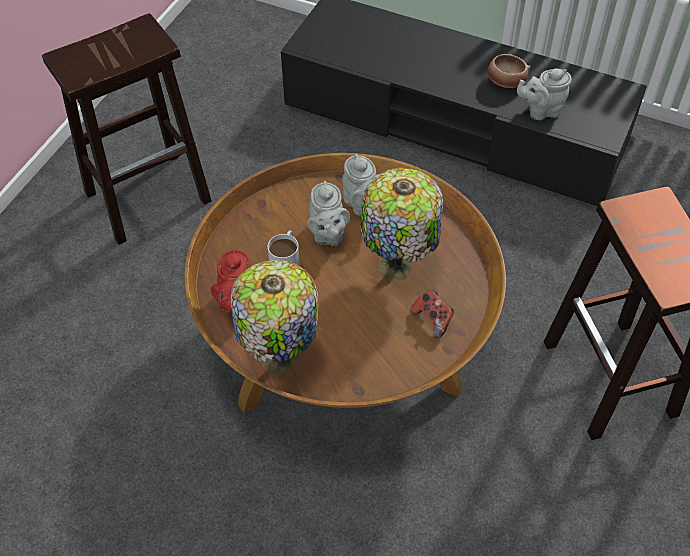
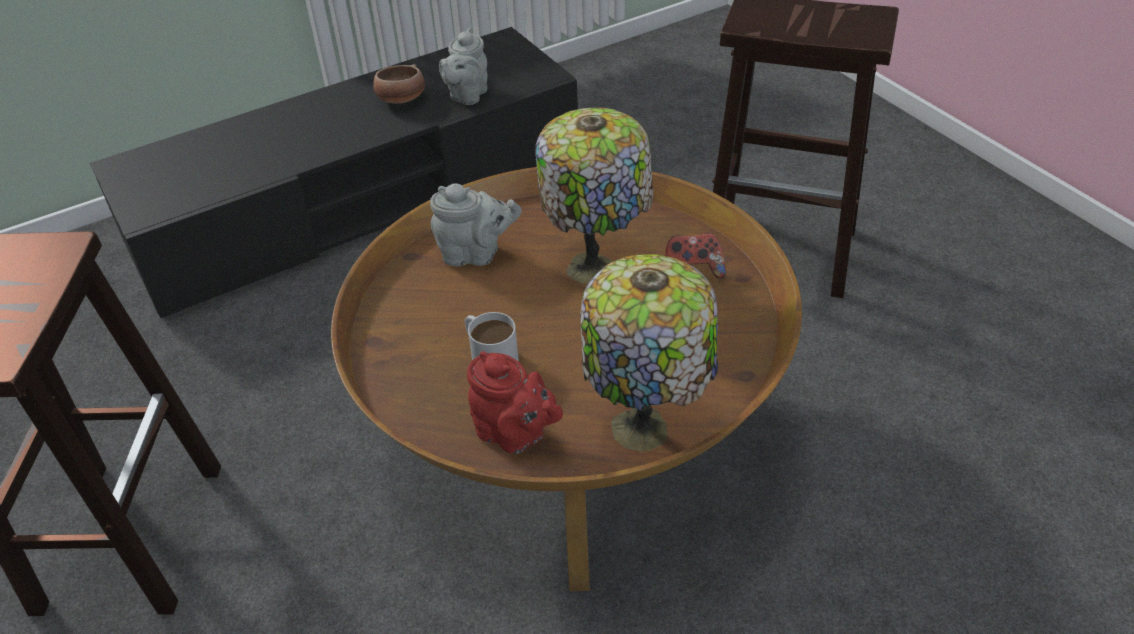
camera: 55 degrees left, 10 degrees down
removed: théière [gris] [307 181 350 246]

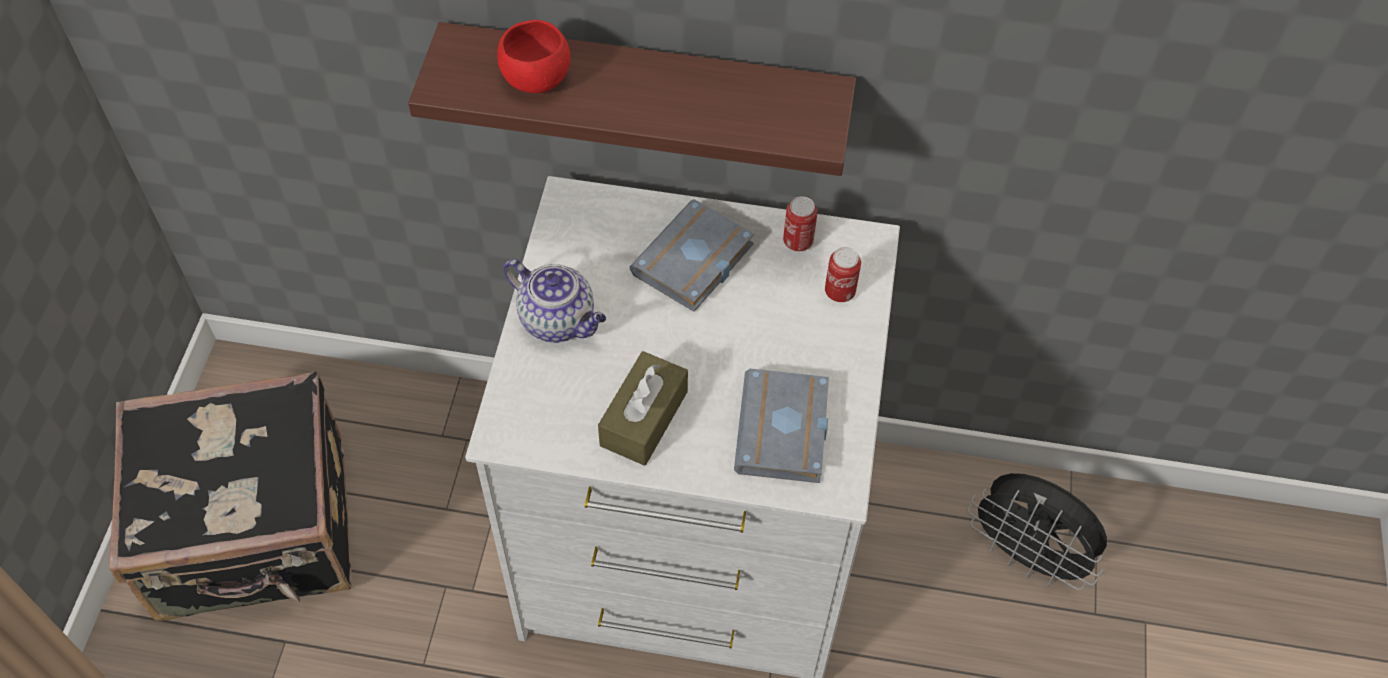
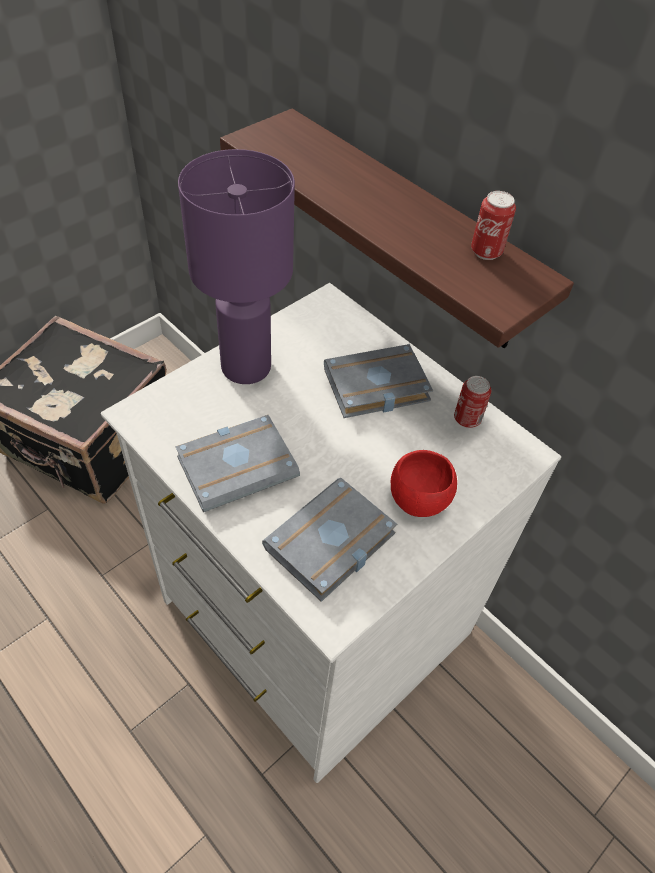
camera: 35 degrees right, 5 degrees down
removed: ventilateur [noir] [967 473 1107 590]
moved: bol [rouge] [497 20 570 93] to [391 450 457 517]; boîte métallique [825 247 861 302] to [471 191 516 260]
replaced: théière [503 259 606 343] to lampe de table [violet] [178 149 295 384]; boîte à mouchoirs [marron] [598 351 688 466] to livre [gris] [175 415 300 512]

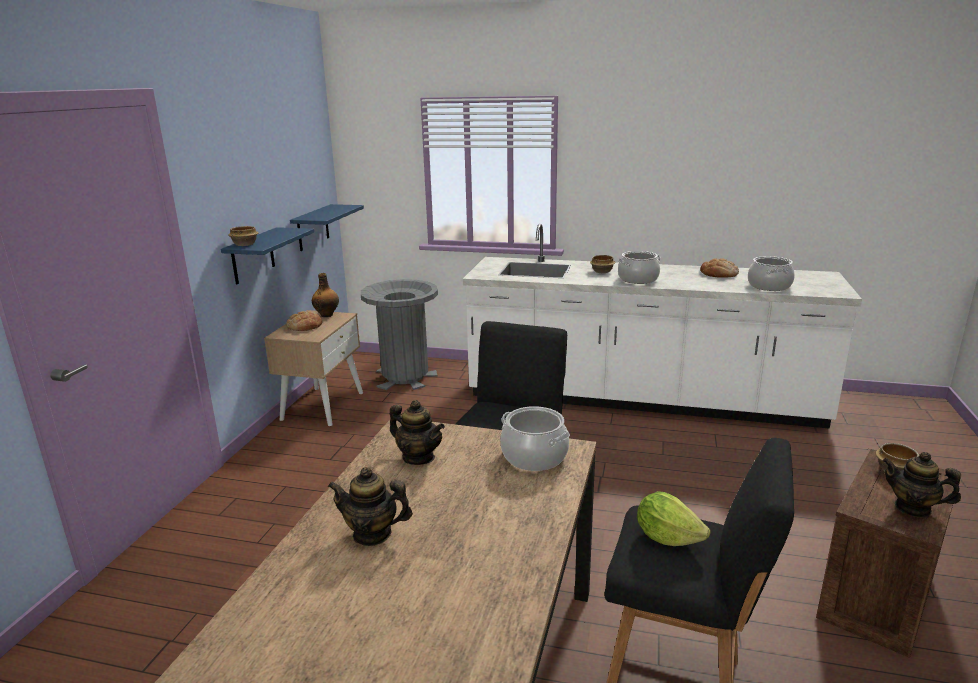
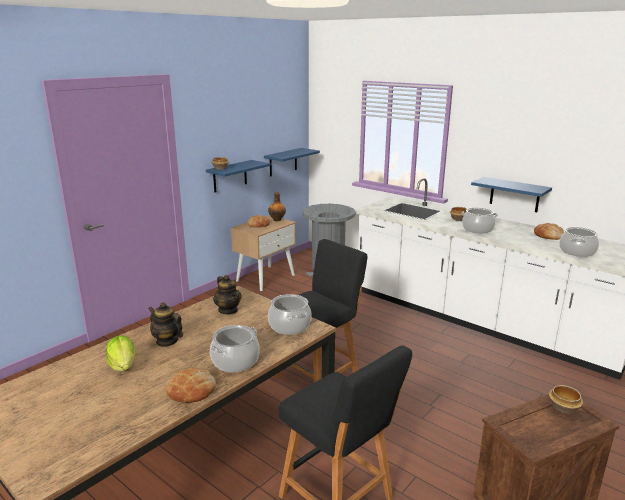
camera: 25 degrees right, 0 degrees up
removed: théière [882 452 961 517]
added: pain [166 368 216 403]; marmite [210 325 260 372]; étagère [bleu] [471 177 552 212]
moved: laitue [637 491 711 546] to [106 335 135 372]

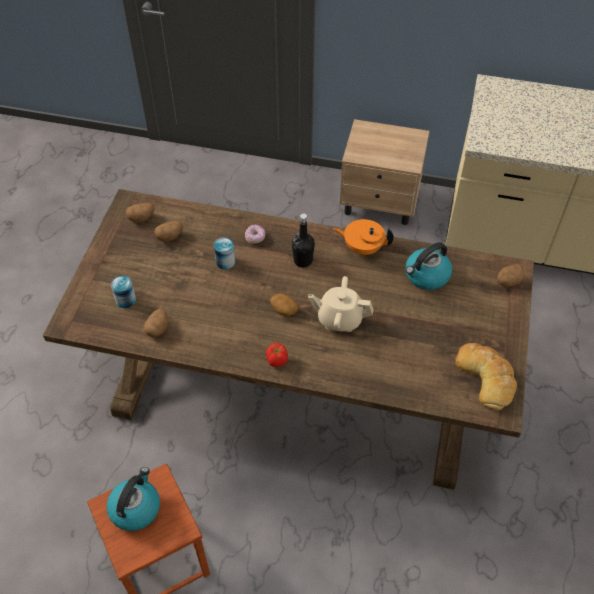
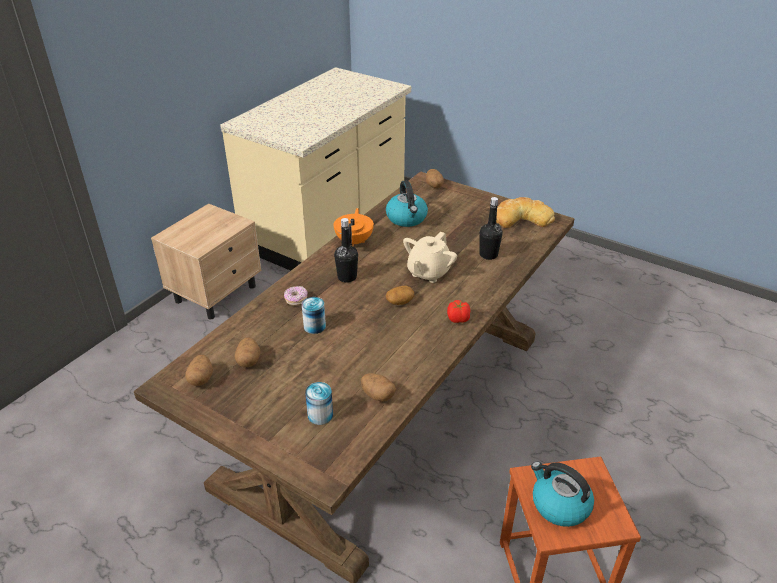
camera: 70 degrees left, 15 degrees down
added: bouteille [noir] [480 197 503 260]
turned: théière [orange] [333 219 394 256] = [334 208 374 247] 150 degrees clockwise

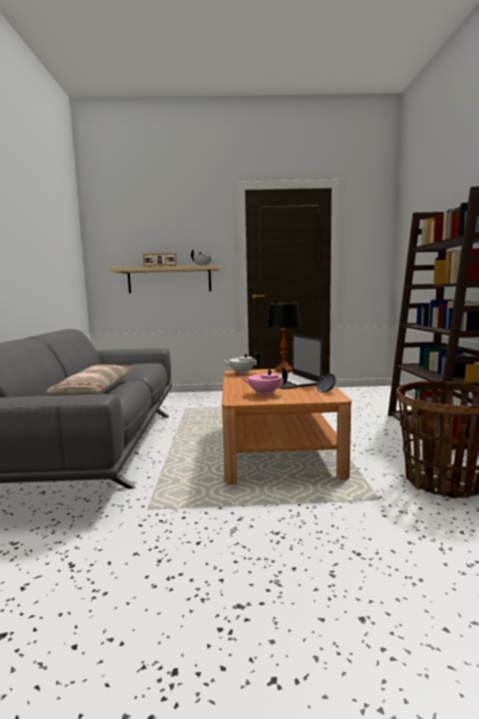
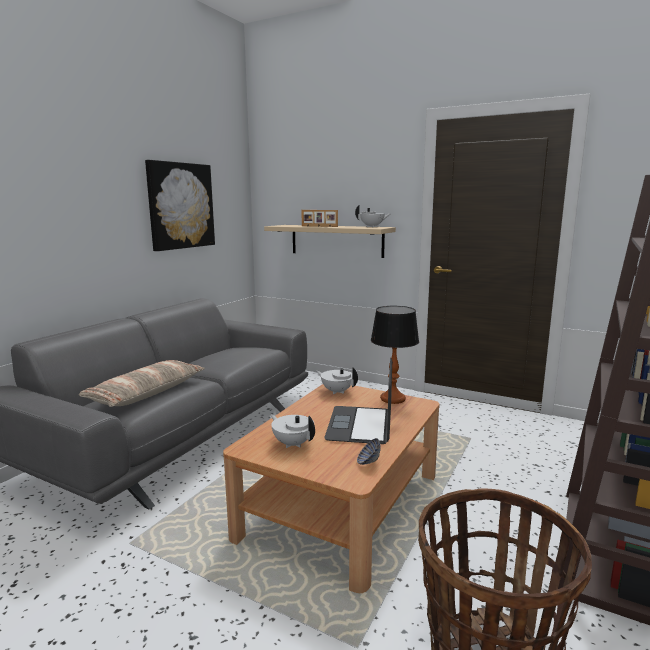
camera: 30 degrees right, 5 degrees up
added: tableau [145 160 215 251]
recoloured: théière [rose] [240 366 288 396] to théière [blanc] [270 414 315 448]

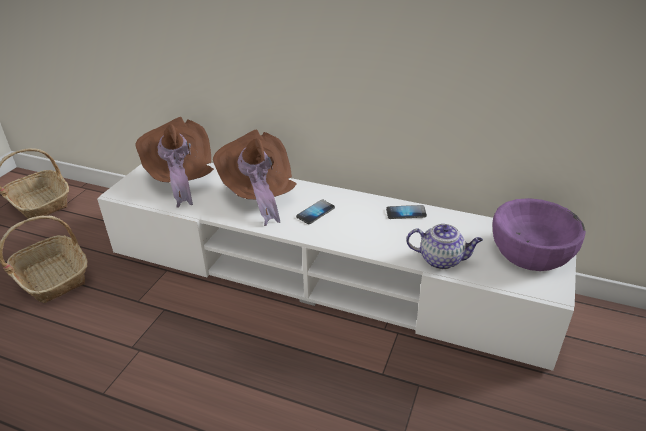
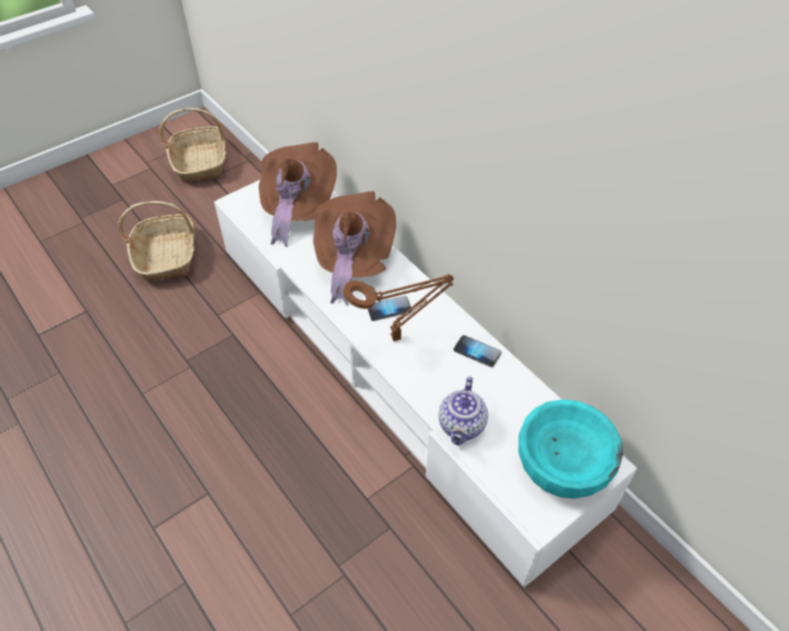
camera: 30 degrees right, 15 degrees up
added: lampe de table [marron] [343 274 454 341]
recoloured: bol [violet] [492 198 586 271] to bol [turquoise] [518 399 623 499]
turned: théière [406 224 483 269] = [438 377 488 445] 60 degrees clockwise

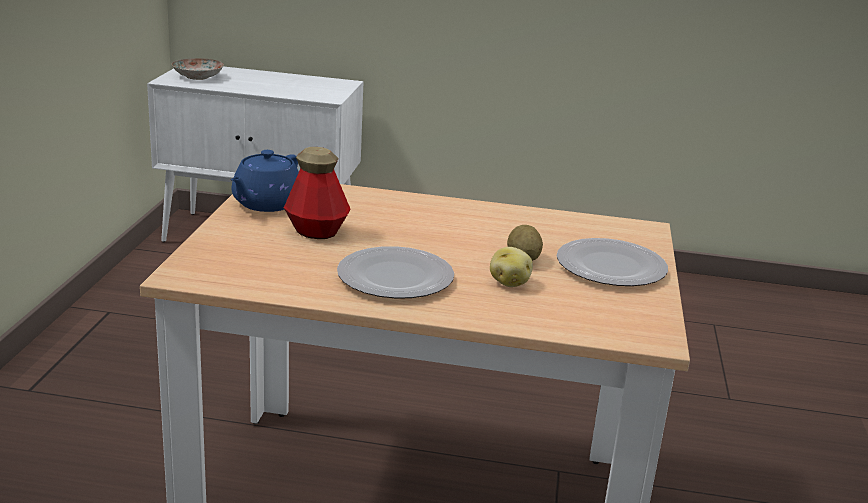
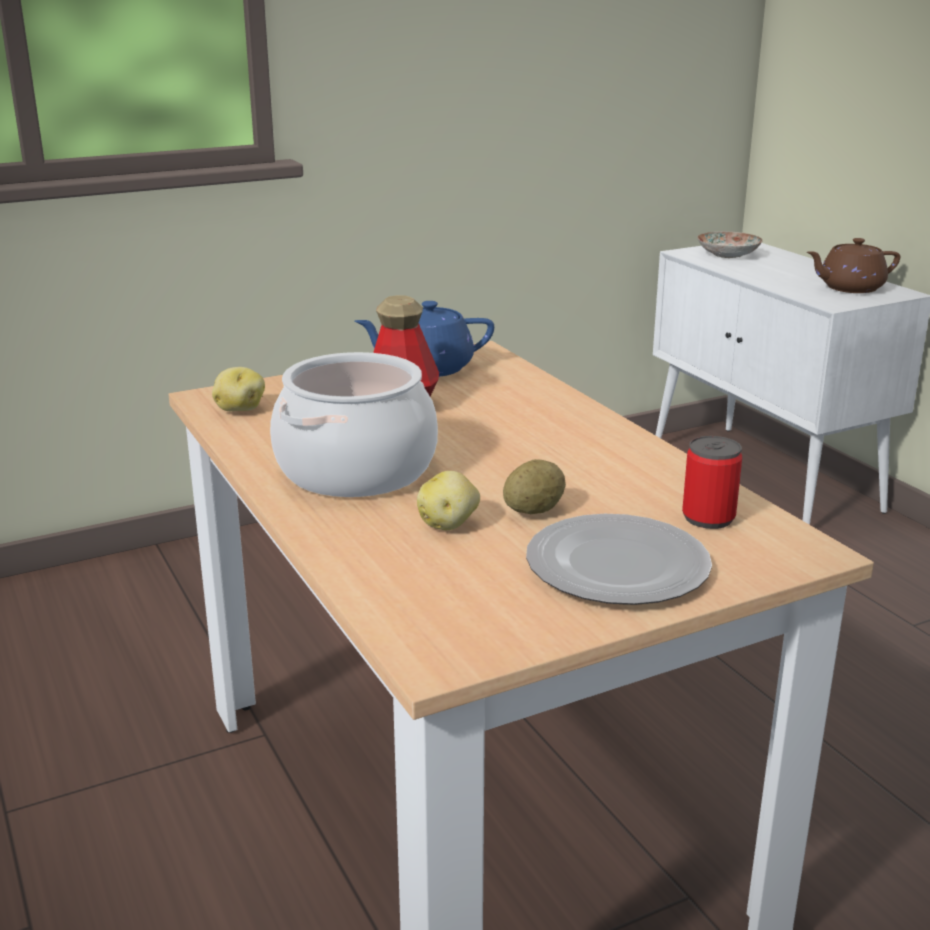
camera: 55 degrees right, 0 degrees up
added: pomme de terre [212 367 265 411]; boîte métallique [682 436 742 529]; théière [marron] [807 238 900 293]
replaced: assiette [337 246 454 299] to marmite [270 352 438 497]

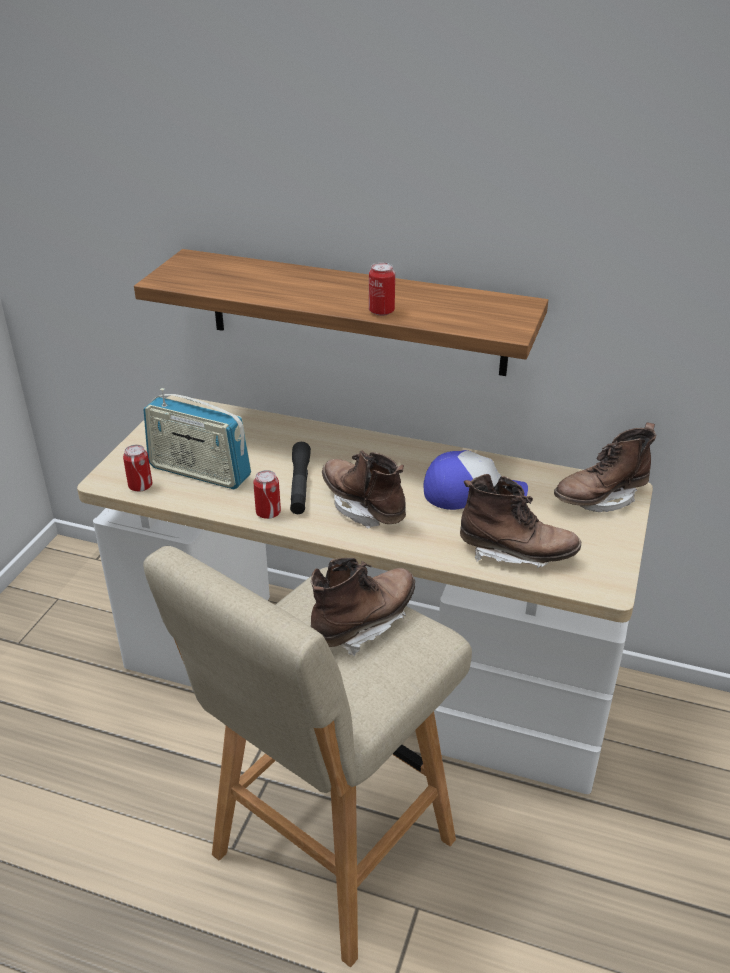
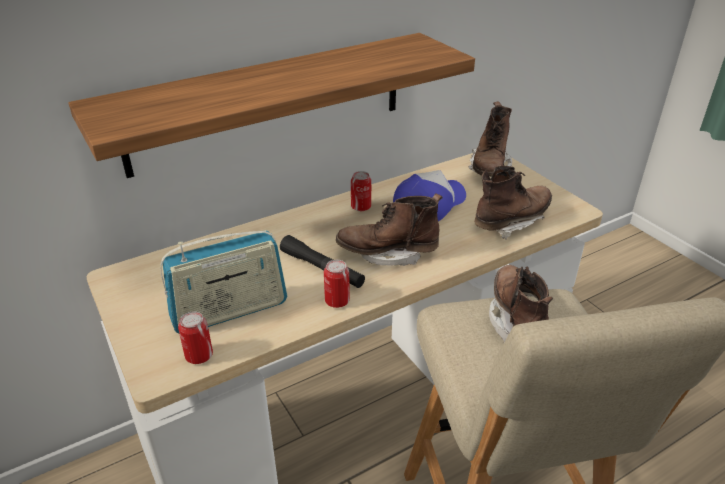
camera: 50 degrees left, 0 degrees up
moved: boîte métallique [369 262 395 316] to [351 171 371 211]

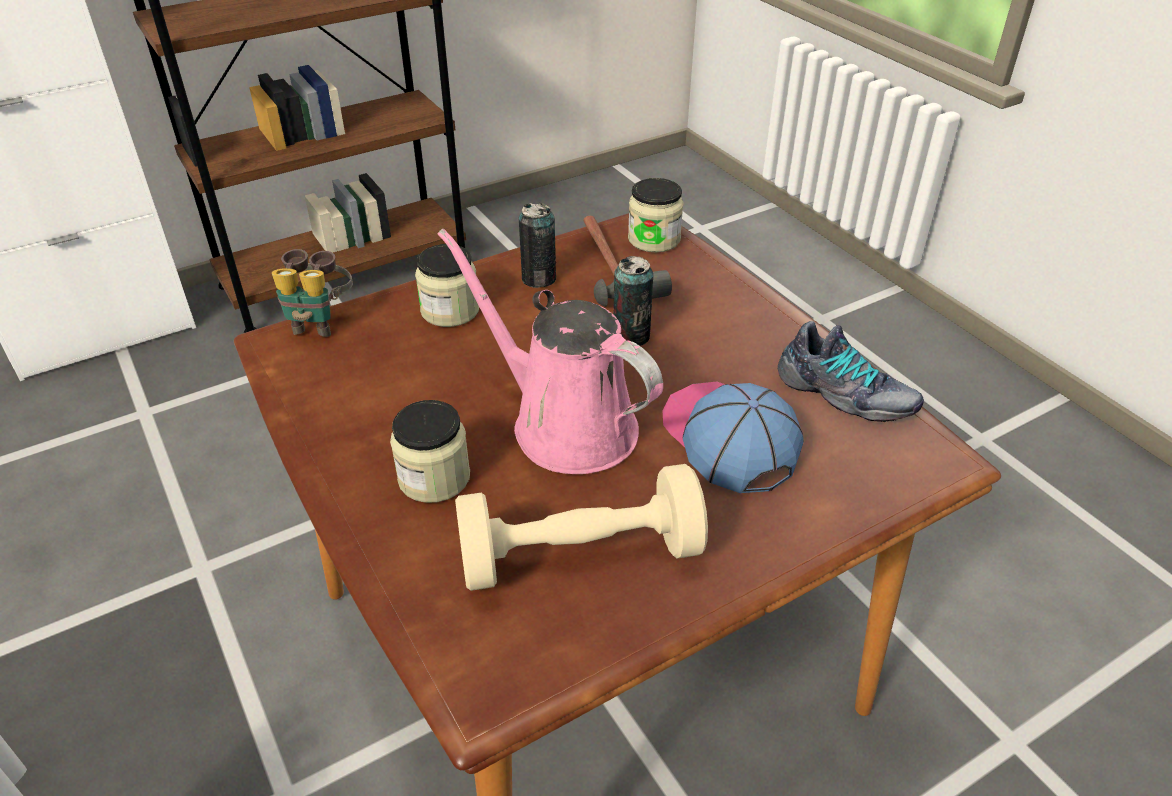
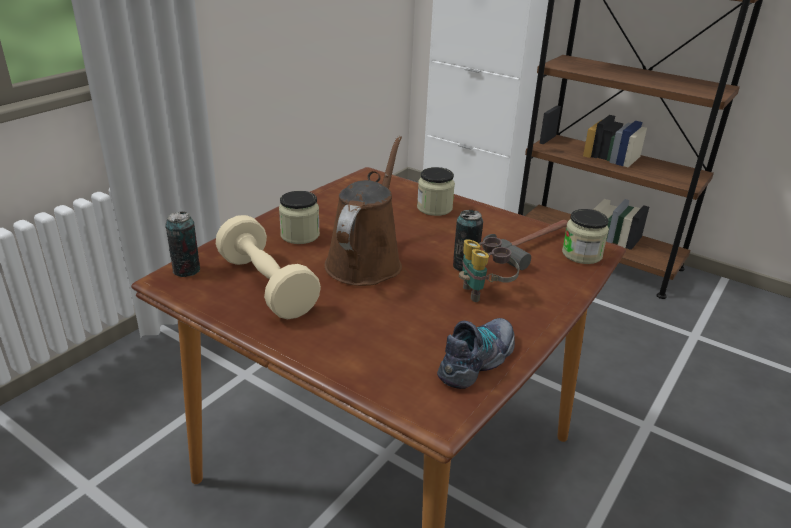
camera: 65 degrees right, 10 degrees down
removed: casquette [663 382 804 493]
moved: jumelles [272 249 353 337] to [459 237 519 302]; boîte métallique [519 203 556 288] to [165 212 200 277]
recoloured: arrosoir [rose] [437 229 663 474] to arrosoir [marron] [324 136 402 286]
turned: chaussure [778 321 924 422] = [437 318 515 389] 150 degrees counterclockwise

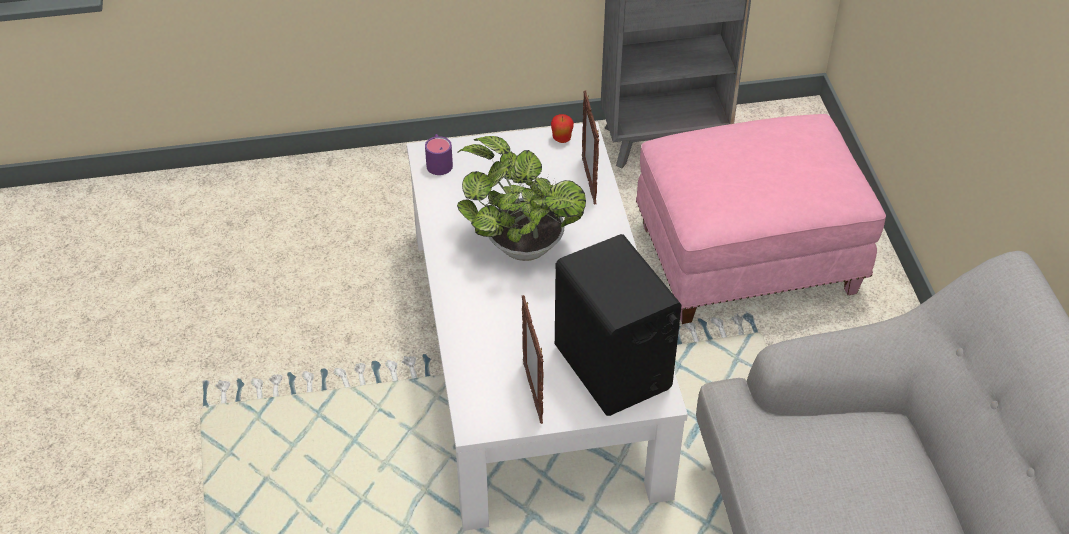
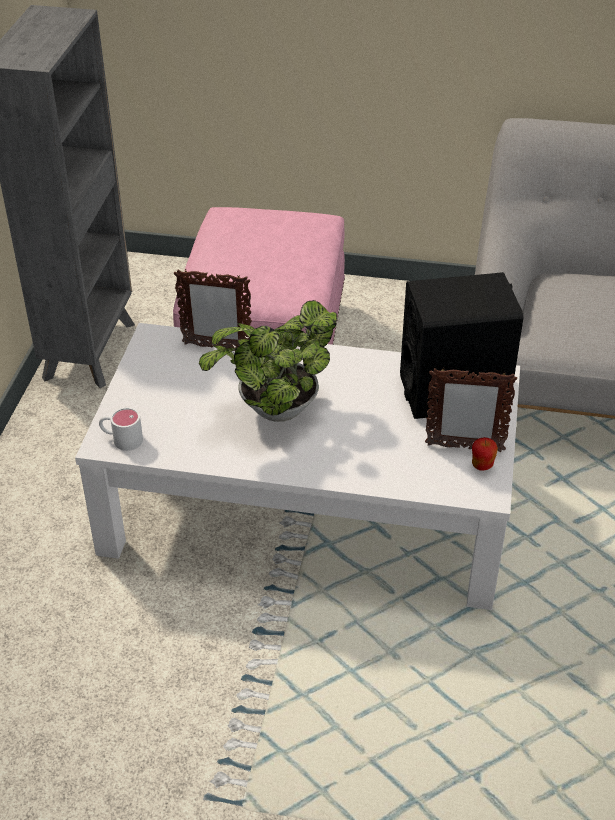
camera: 70 degrees left, 5 degrees down
moved: pomme [551 114 574 143] to [472 437 498 471]
recoloured: mug [violet] [425 134 453 175] to mug [blanc] [99 407 143 451]

